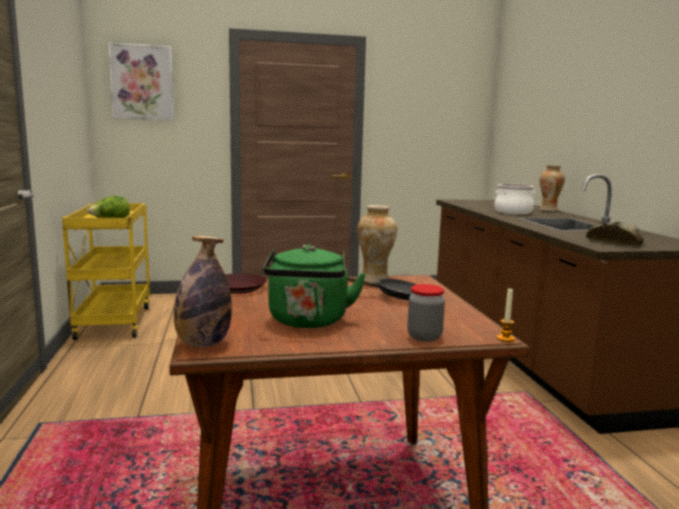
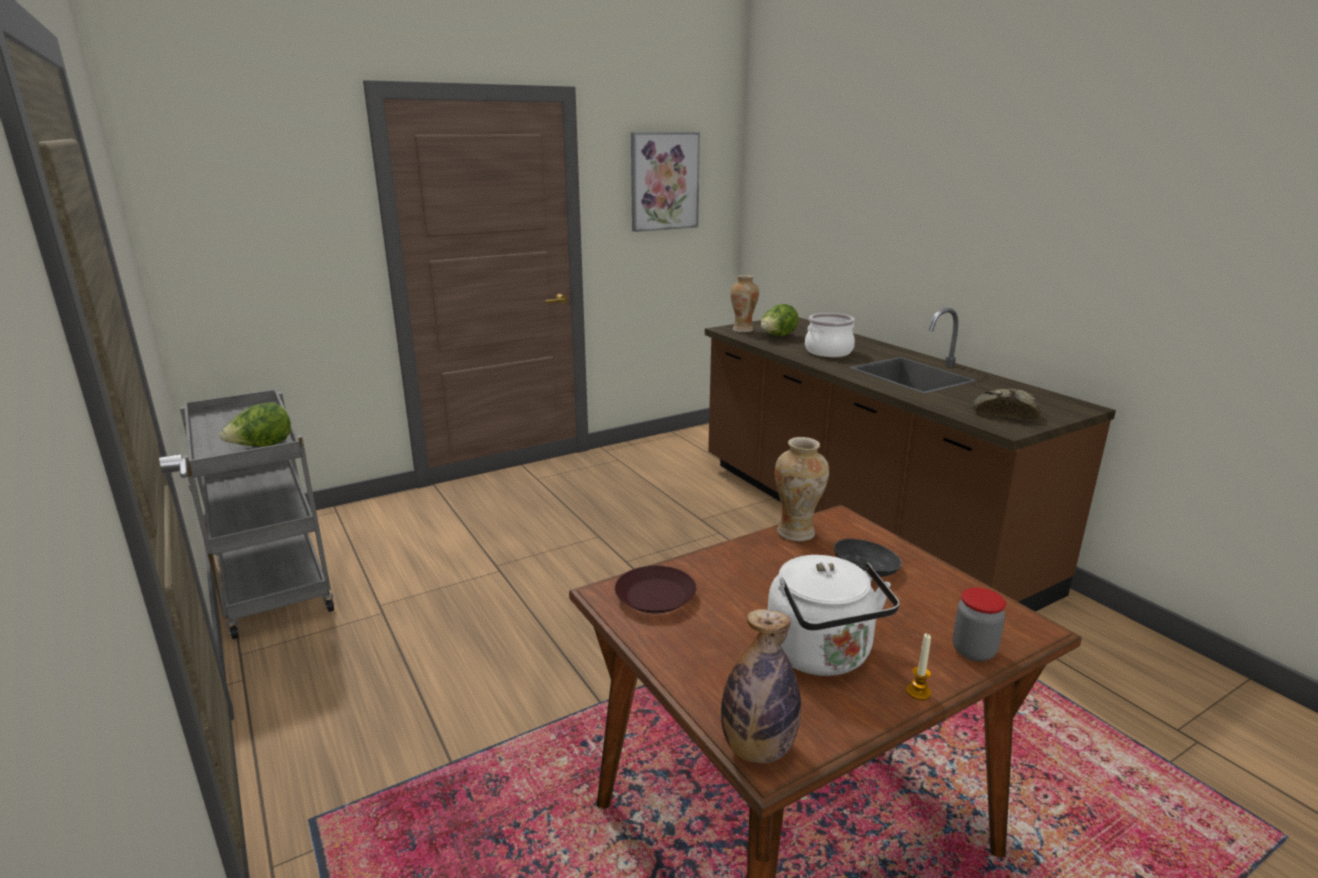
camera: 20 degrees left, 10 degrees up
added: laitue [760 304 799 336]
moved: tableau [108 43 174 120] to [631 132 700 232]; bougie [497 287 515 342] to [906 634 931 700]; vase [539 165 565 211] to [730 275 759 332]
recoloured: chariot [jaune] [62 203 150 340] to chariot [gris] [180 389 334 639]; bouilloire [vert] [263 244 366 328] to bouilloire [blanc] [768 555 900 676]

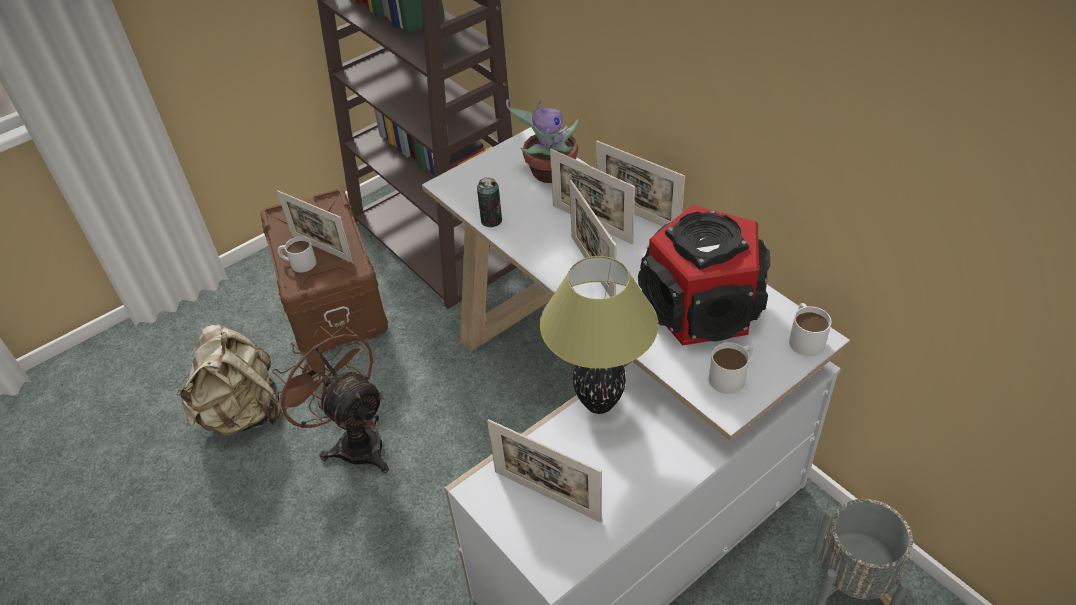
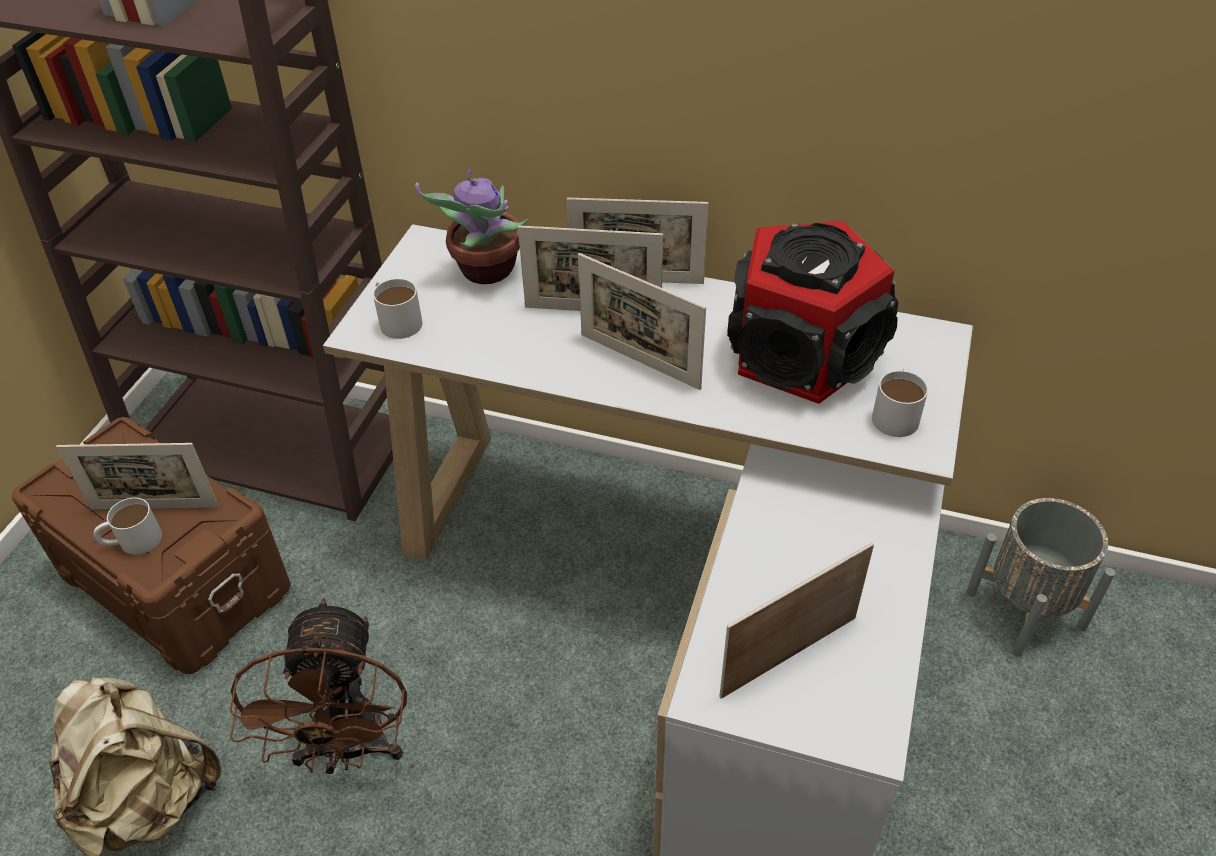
camera: 35 degrees left, 0 degrees up
removed: boîte métallique [477 178 502 227]; lampe de table [540 256 658 414]
moved: mug [blanc] [789 303 831 357] to [373 278 422 339]
turned: ventilateur [marron] [270 326 389 473] = [230 598 407 774] 105 degrees counterclockwise; cadre photo [487 419 602 523] = [719 542 874 699] 150 degrees clockwise

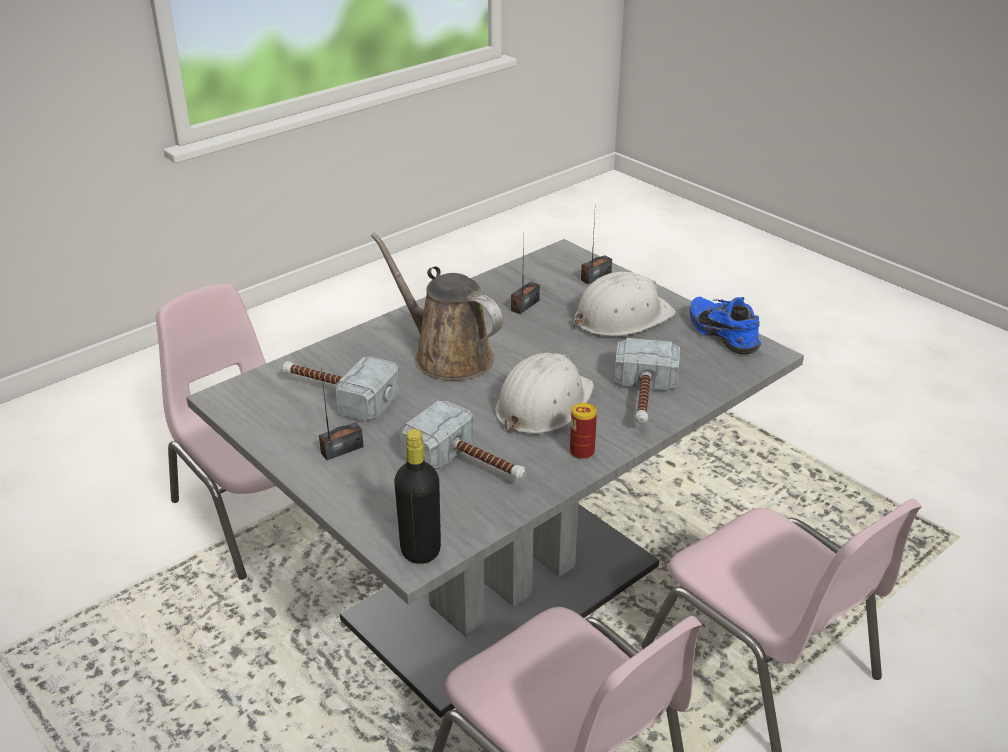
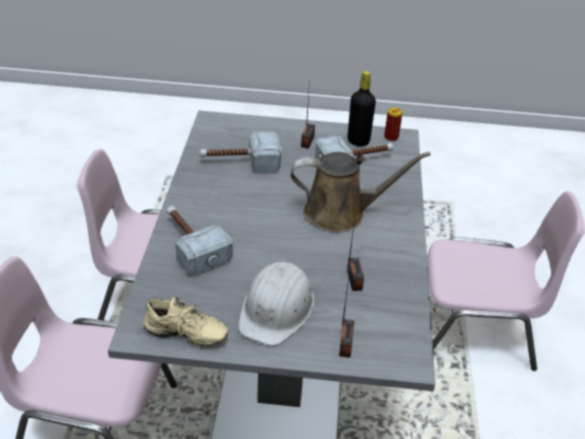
camera: 135 degrees right, 5 degrees up
removed: casque de chantier [blanc] [495 353 594 434]
moved: bouteille [noir] [394 429 441 564] to [348 71 376 146]; boîte métallique [570 403 597 459] to [384 108 403 141]
recoloured: chaussure [bleu] [690 297 761 354] to chaussure [beige] [143 296 228 346]

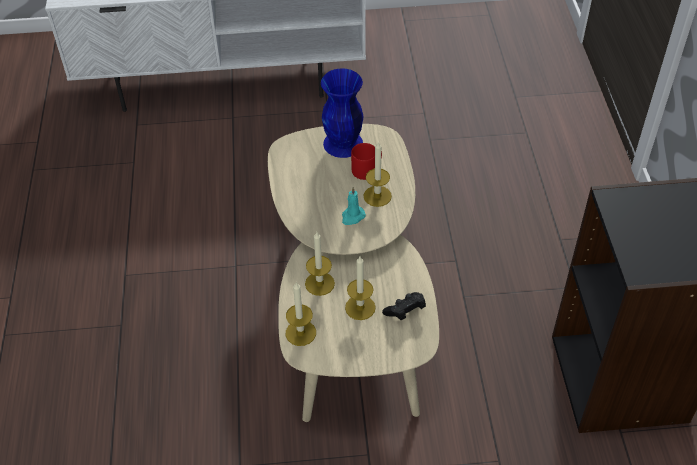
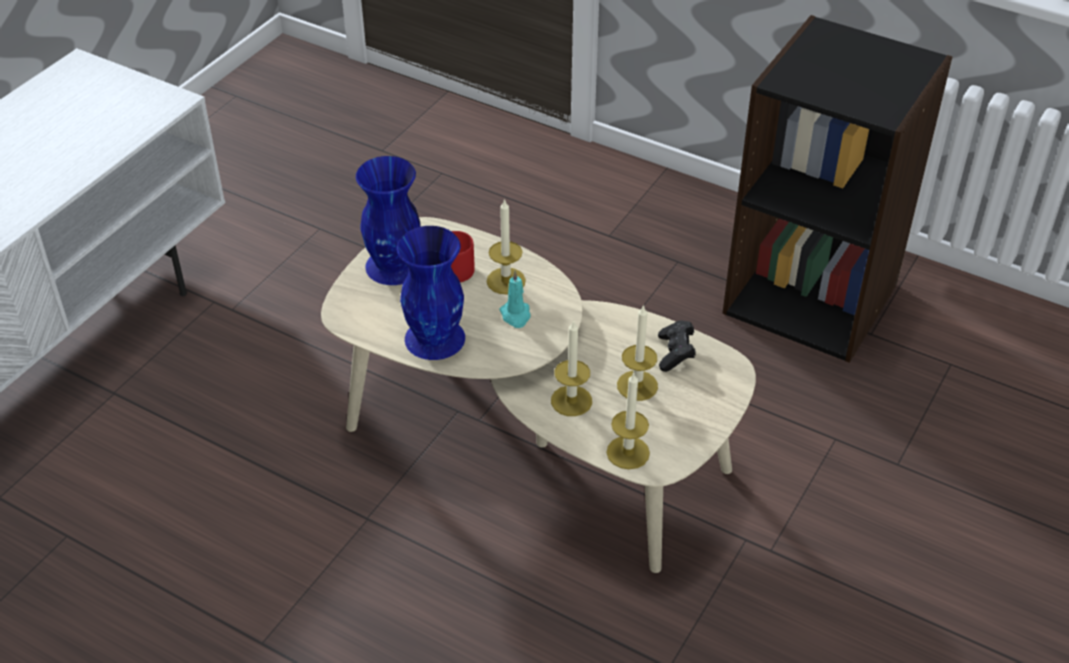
camera: 55 degrees left, 5 degrees down
added: vase [bleu] [397 226 465 360]

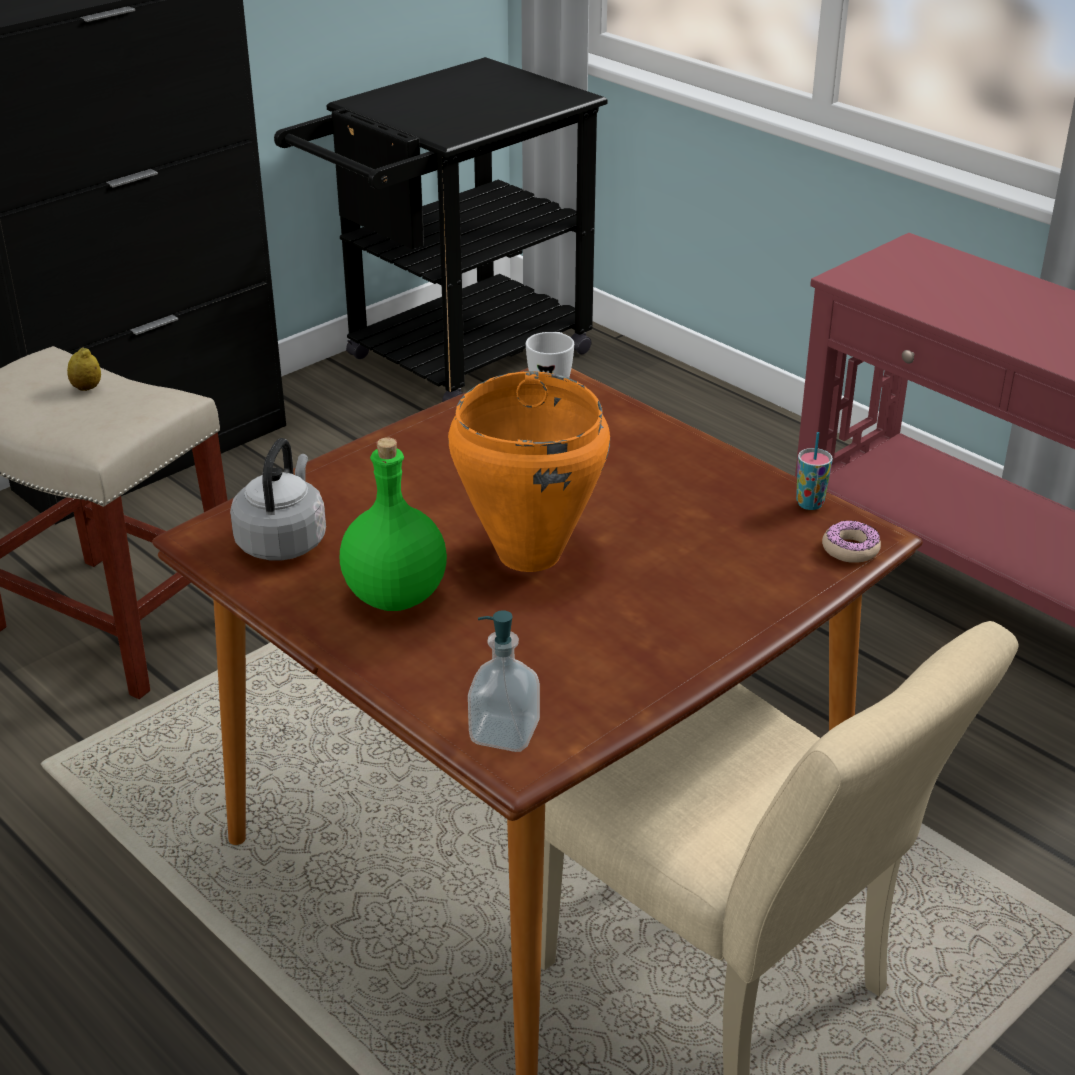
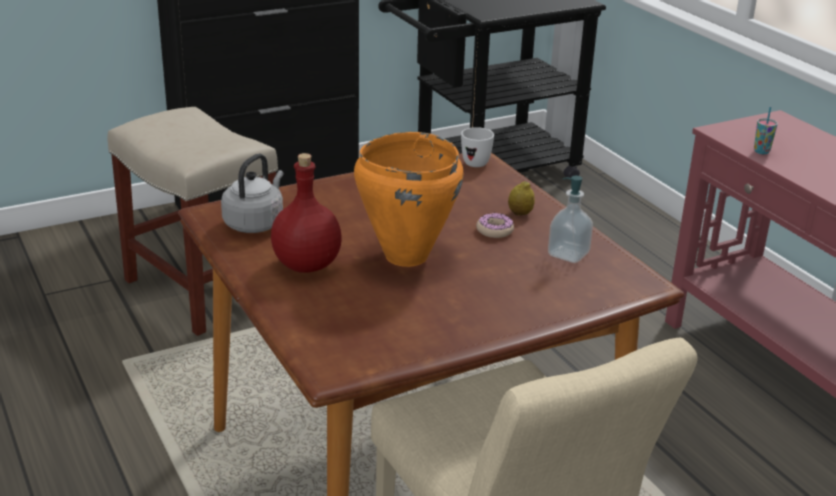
camera: 15 degrees right, 5 degrees down
moved: citron [67 347 101 391] to [508 181 535 216]; distributeur de savon [468 610 540 752] to [548 176 593 263]; tasse [796 432 833 510] to [754 107 778 154]; beignet [822 520 881 563] to [476 213 514 238]
recoloured: bouteille [vert] [340 437 447 611] to bouteille [rouge] [271 153 342 273]

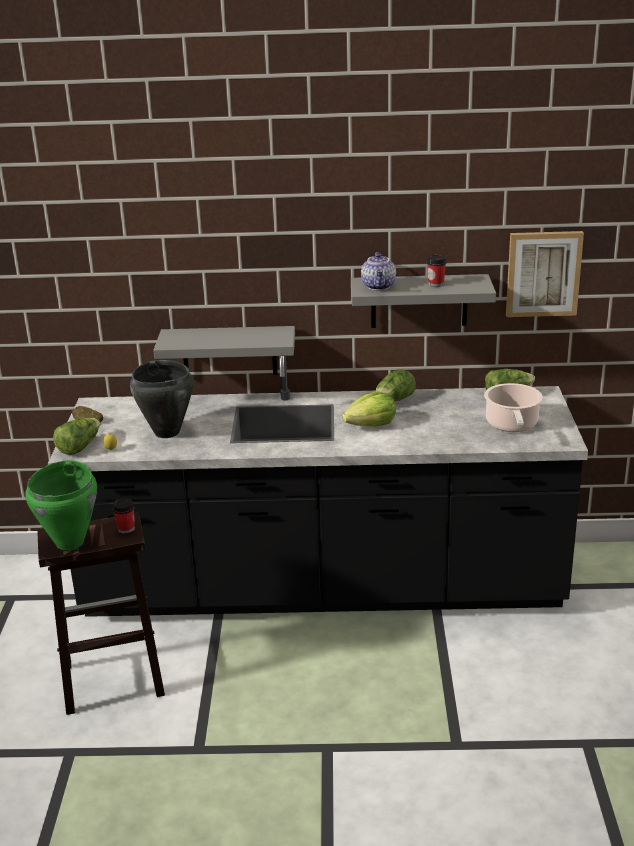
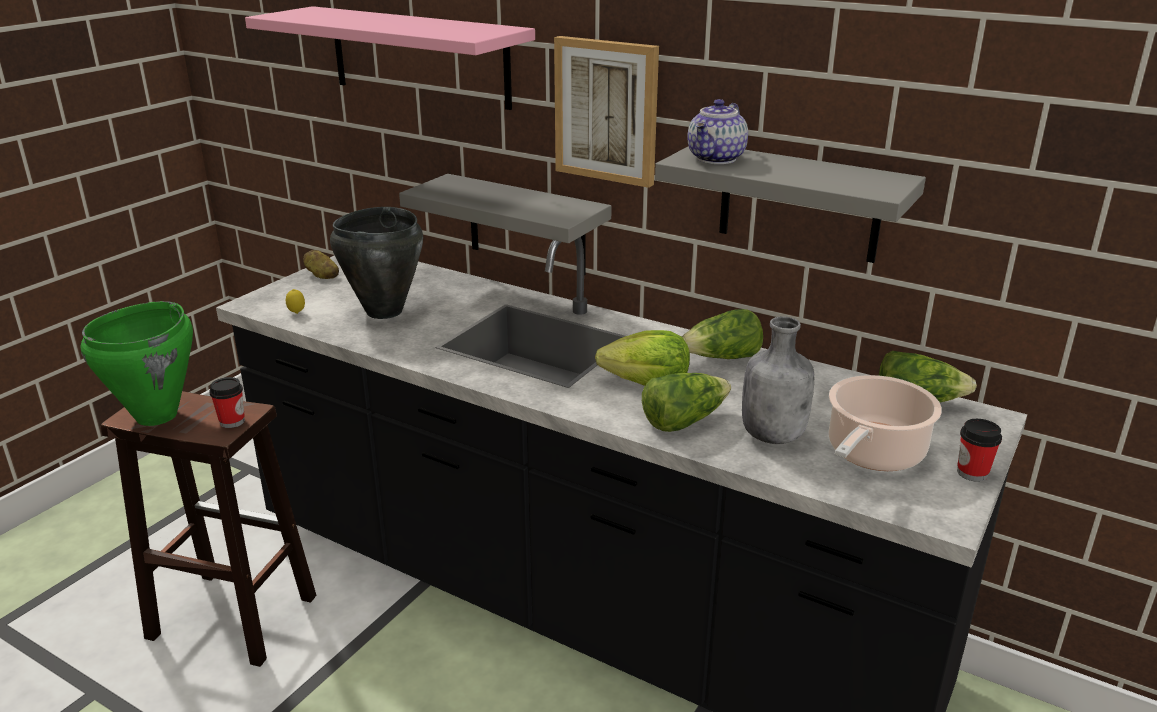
camera: 30 degrees right, 0 degrees up
added: étagère [rose] [245 6 535 110]; bouteille [gris] [742 316 814 444]
moved: laitue [53 418 100 455] to [642 373 731 432]; tasse [427 255 446 287] to [957 419 1002 482]; tableau [506 231 584 317] to [554 36 659 188]

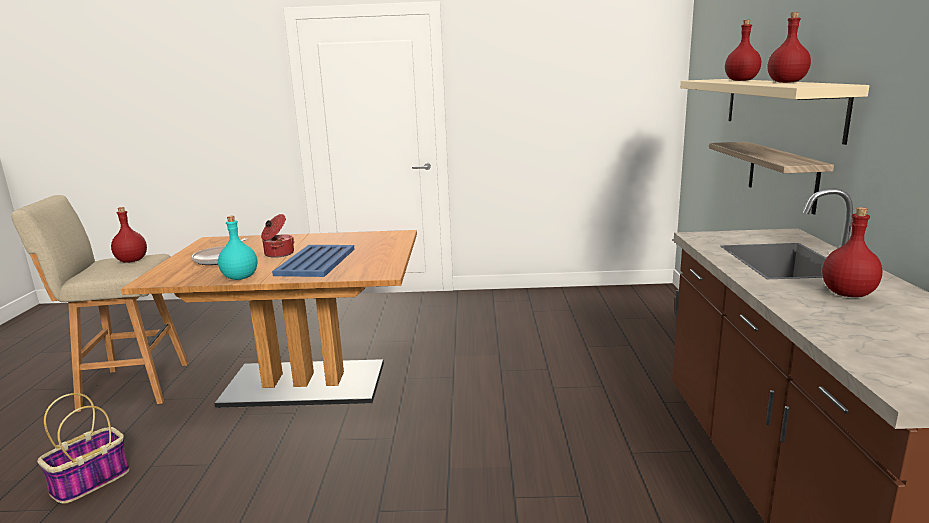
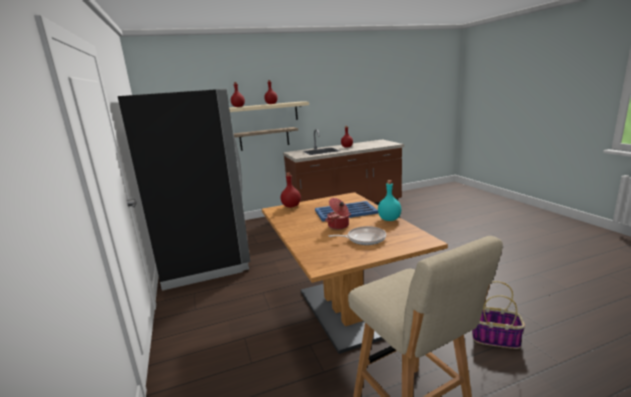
camera: 110 degrees left, 0 degrees up
added: réfrigérateur [noir] [118 89 250 291]
moved: bouteille [rouge] [111 207 147 263] to [281 173 301 208]

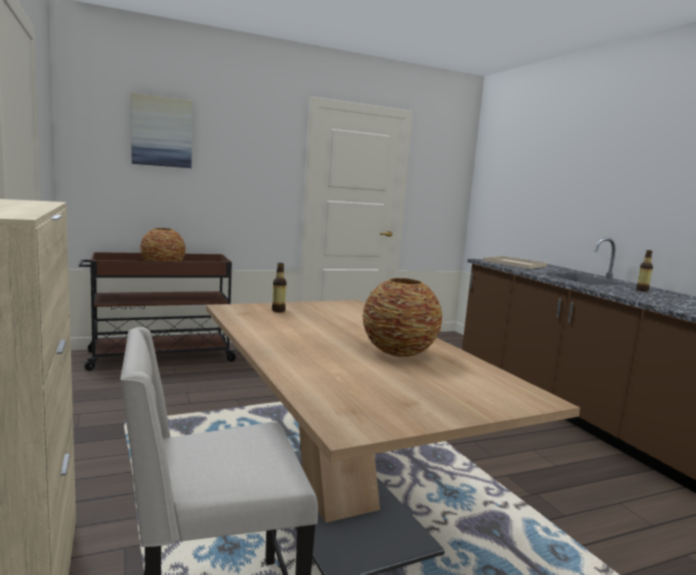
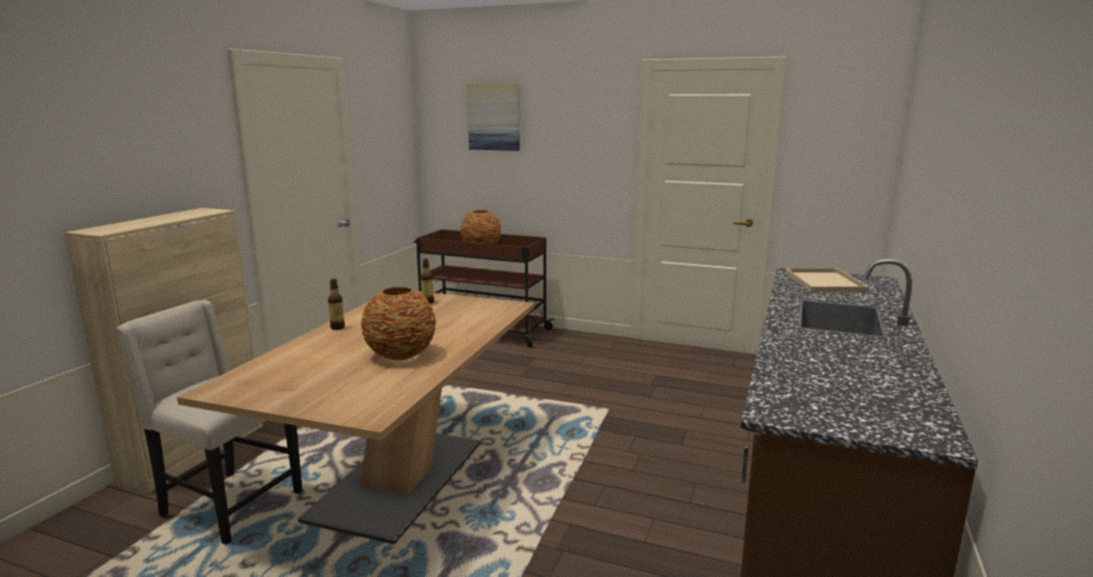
camera: 45 degrees right, 5 degrees up
moved: bouteille [636 250 653 292] to [328 279 345 330]

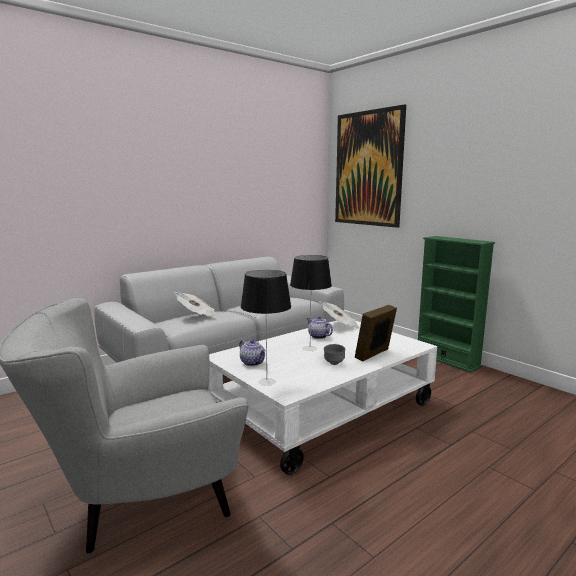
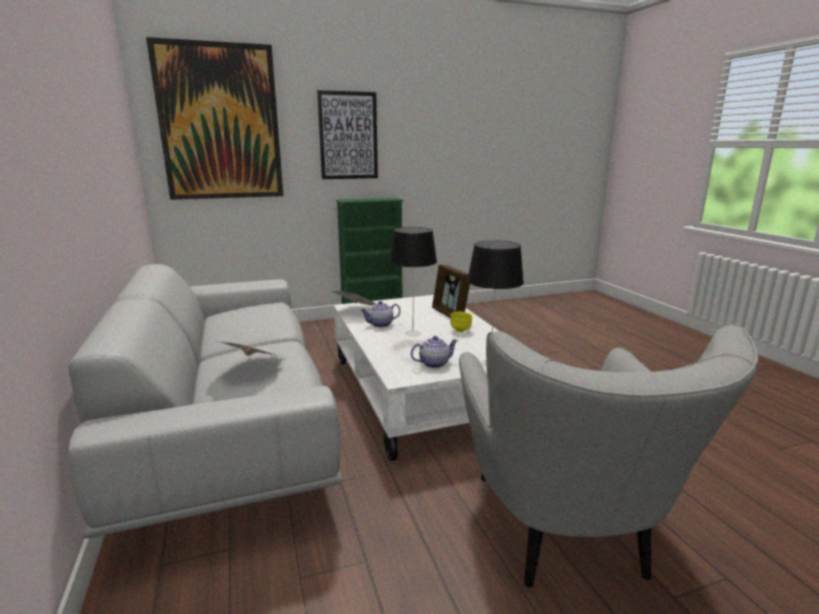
camera: 70 degrees left, 5 degrees up
added: tableau [317 90 378 179]
recoloured: bol [gris] [324 344 346 365] to bol [jaune] [450 311 473 332]

